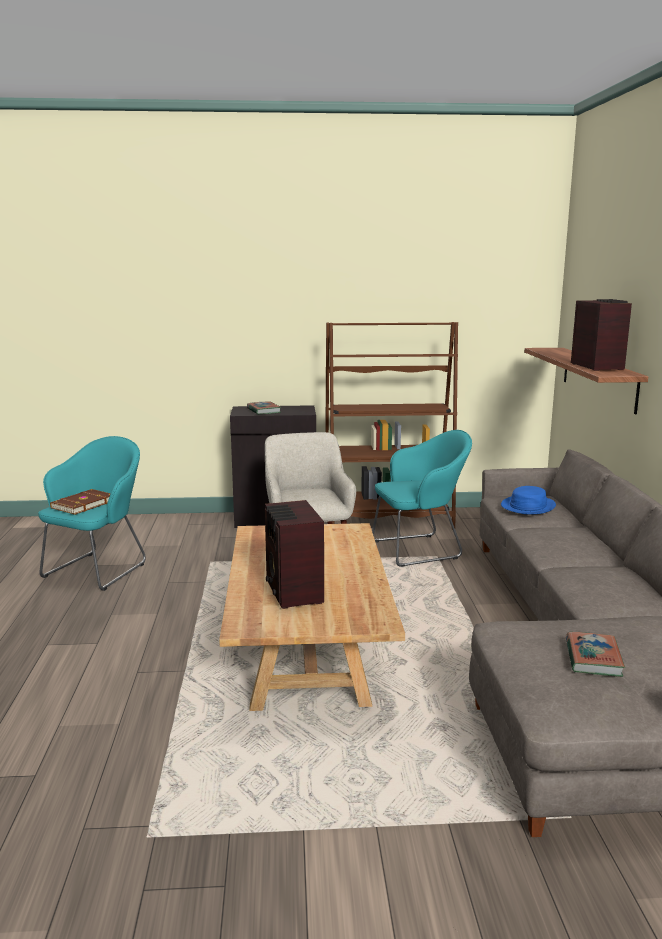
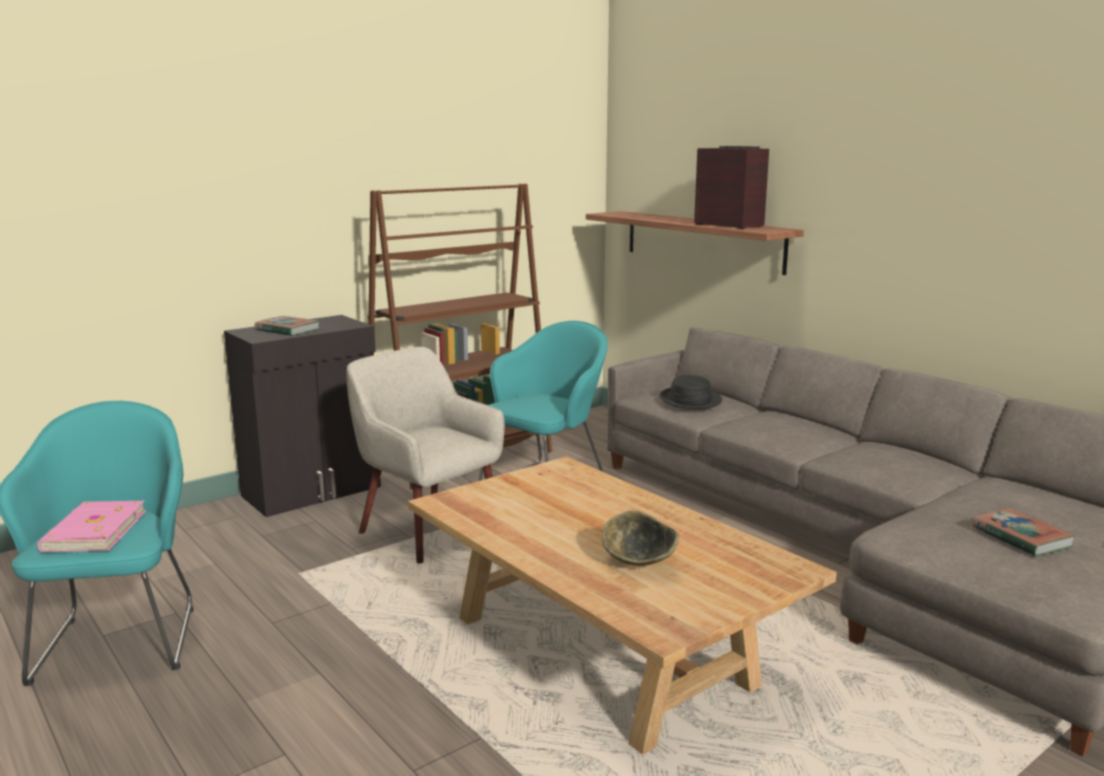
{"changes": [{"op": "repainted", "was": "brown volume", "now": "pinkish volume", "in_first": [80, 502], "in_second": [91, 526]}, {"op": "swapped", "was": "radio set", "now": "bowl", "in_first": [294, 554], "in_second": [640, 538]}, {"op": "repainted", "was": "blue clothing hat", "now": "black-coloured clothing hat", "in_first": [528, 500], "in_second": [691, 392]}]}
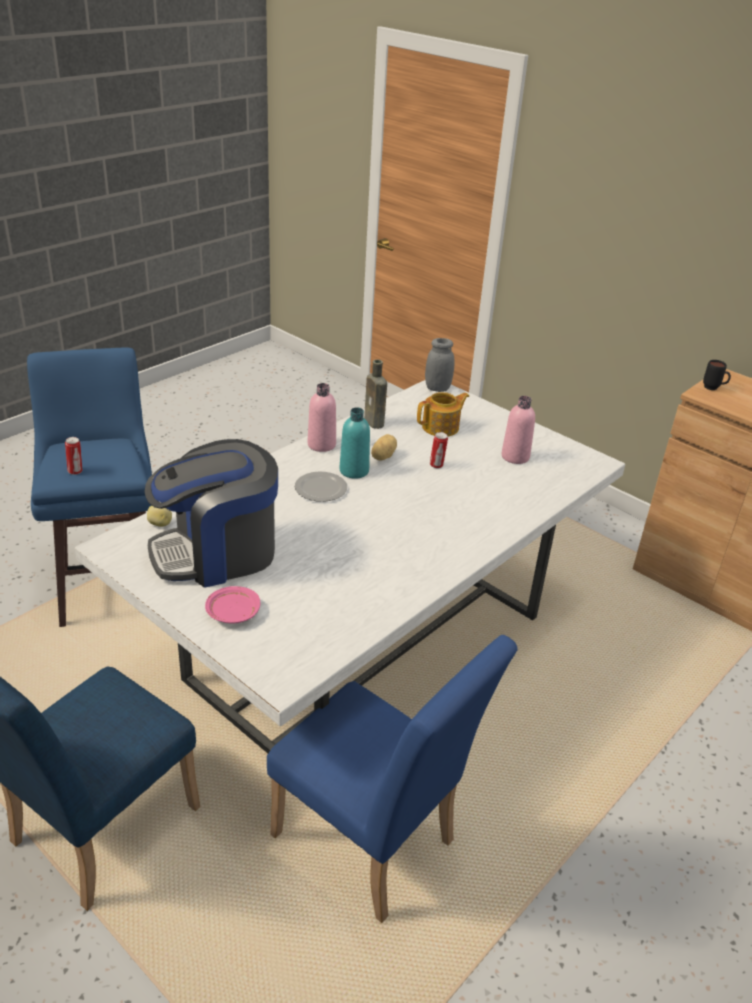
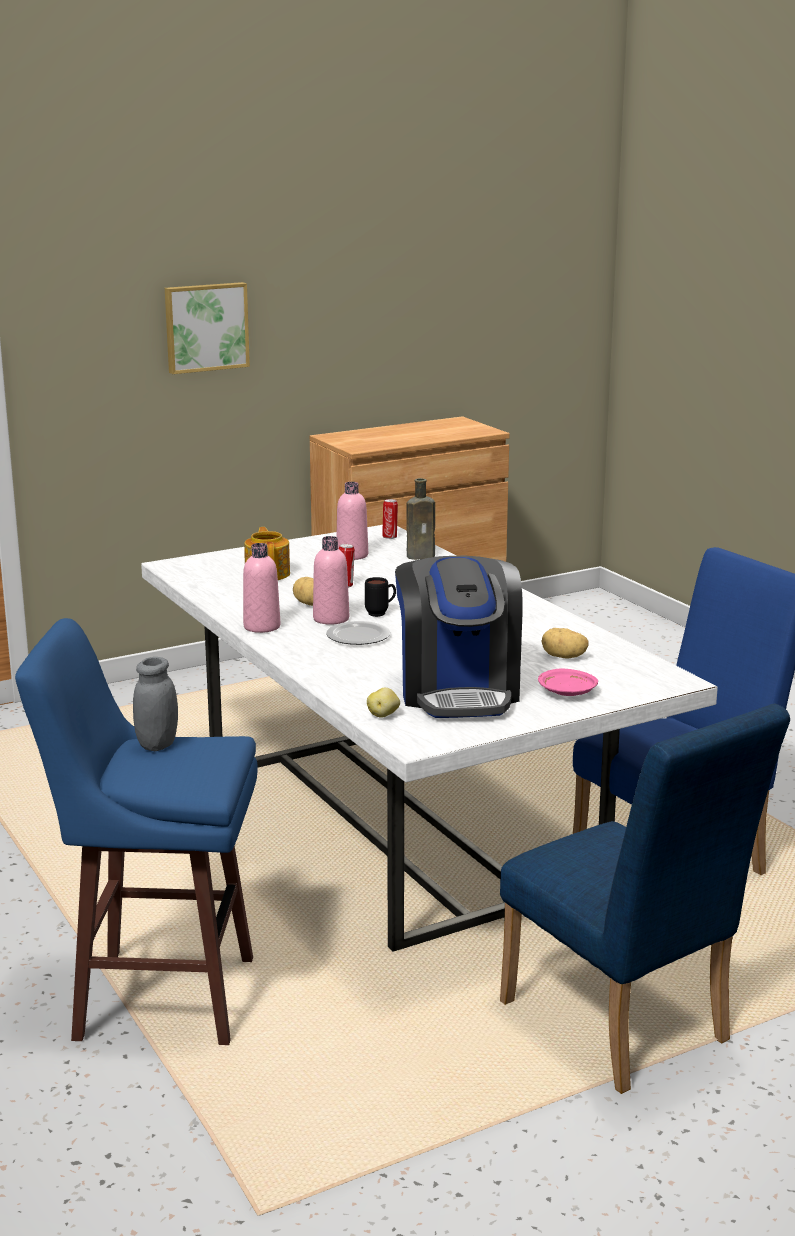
{"changes": [{"op": "shifted", "was": "greyish jar", "in_first": [440, 365], "in_second": [155, 704]}, {"op": "new", "now": "picture", "in_second": [207, 328]}, {"op": "repainted", "was": "turquoise-coloured drink bottle", "now": "pinkish drink bottle", "in_first": [354, 443], "in_second": [331, 580]}, {"op": "shifted", "was": "black-coloured coffee mug", "in_first": [717, 375], "in_second": [380, 597]}, {"op": "shifted", "was": "metal can", "in_first": [73, 456], "in_second": [390, 519]}, {"op": "shifted", "was": "brown drink bottle", "in_first": [375, 394], "in_second": [420, 519]}, {"op": "new", "now": "potato", "in_second": [564, 643]}]}
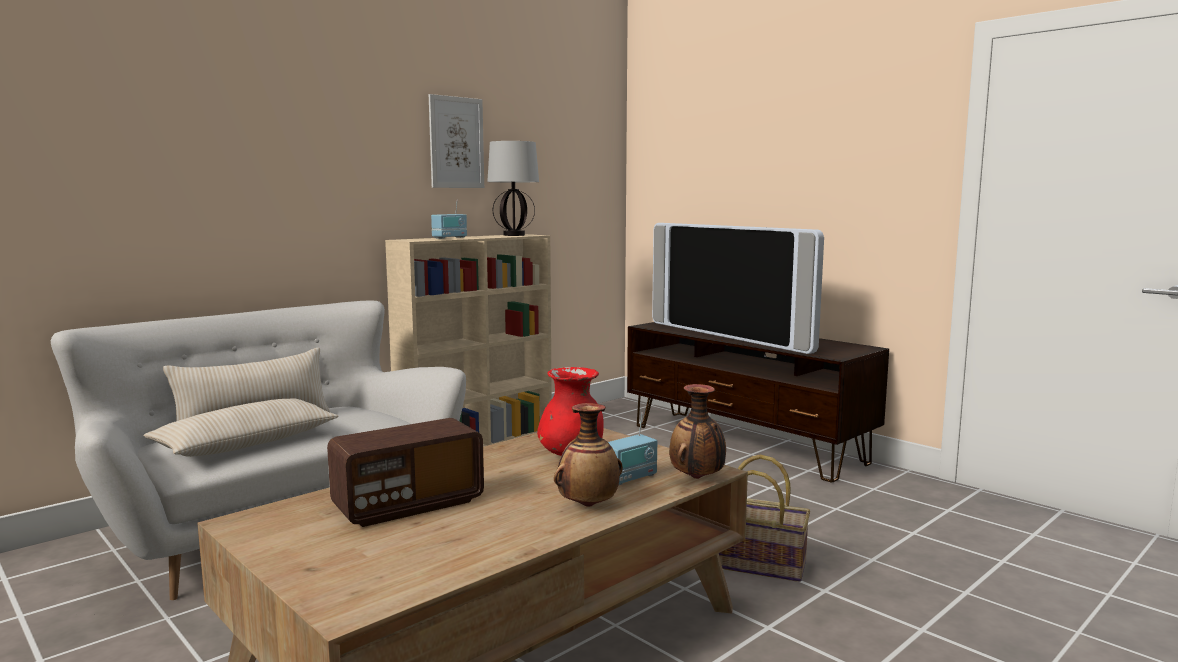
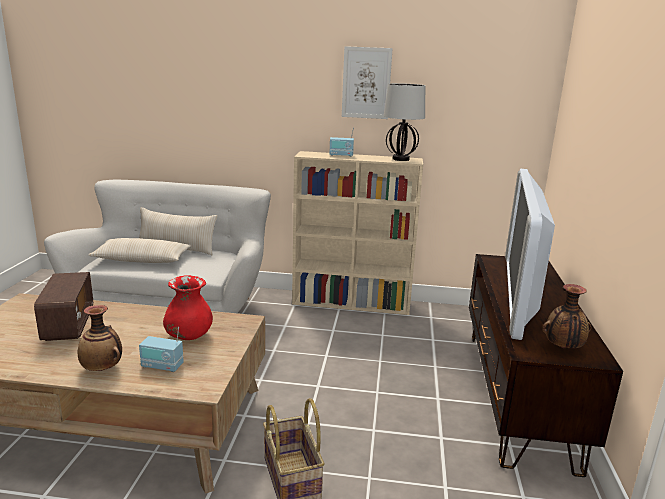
{"changes": [{"op": "rotated", "was": "radio set", "in_first": [405, 472], "in_second": [63, 306], "clockwise": -120}, {"op": "shifted", "was": "decorative vase", "in_first": [697, 431], "in_second": [566, 316]}]}
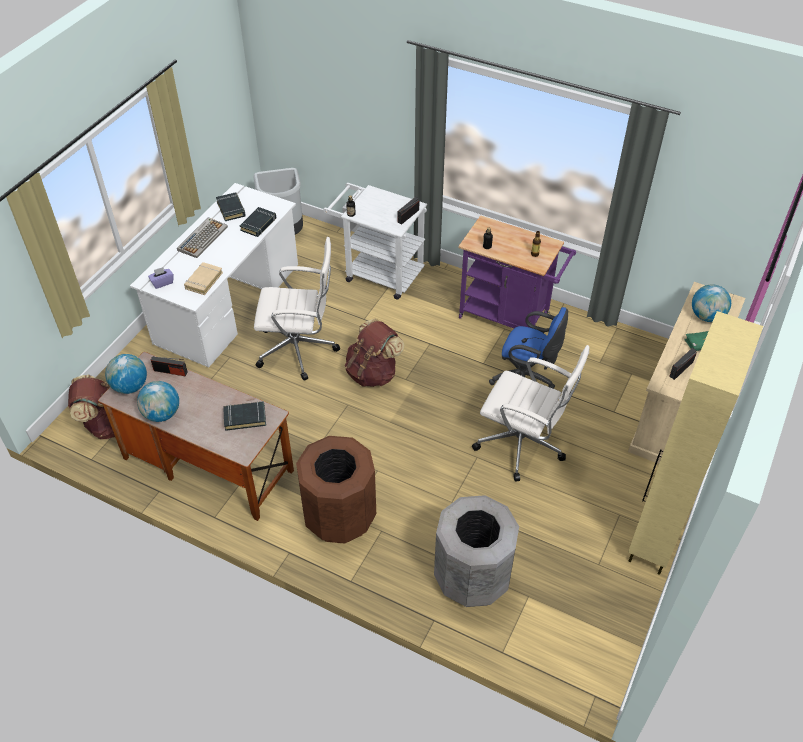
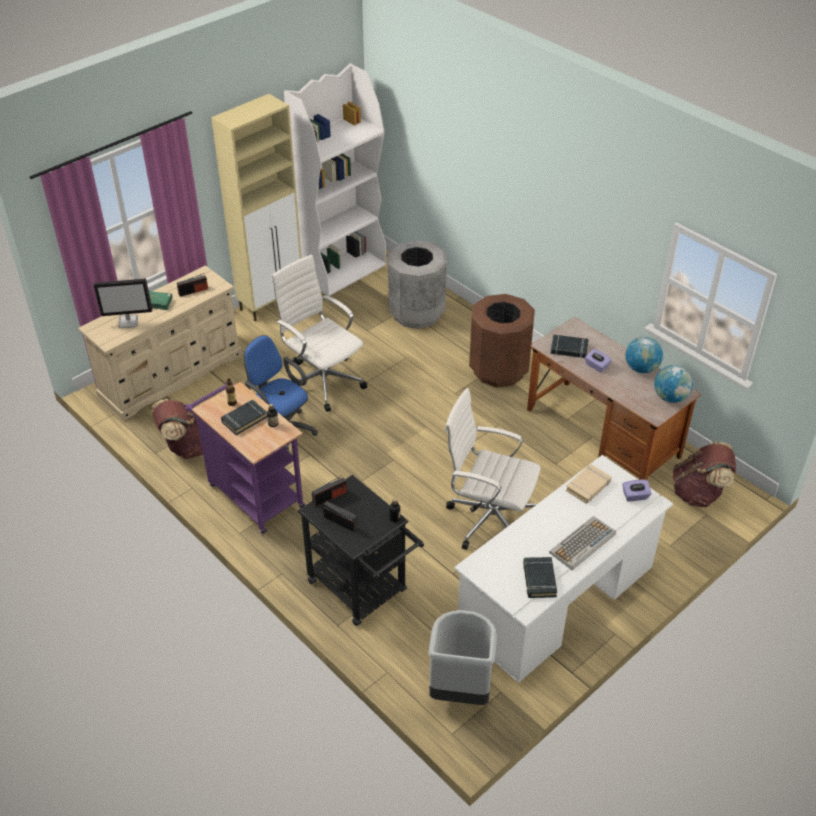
{"changes": [{"op": "swapped", "was": "globe", "now": "monitor", "in_first": [711, 303], "in_second": [123, 303]}, {"op": "shifted", "was": "brown backpack", "in_first": [374, 353], "in_second": [177, 429]}, {"op": "shifted", "was": "black-coloured volume", "in_first": [258, 222], "in_second": [244, 417]}, {"op": "new", "now": "whitish bookshelf", "in_second": [335, 179]}, {"op": "repainted", "was": "whitish cart", "now": "black-coloured cart", "in_first": [375, 241], "in_second": [361, 550]}, {"op": "shifted", "was": "radio set", "in_first": [169, 366], "in_second": [340, 516]}, {"op": "new", "now": "purple box of tissues", "in_second": [598, 360]}]}
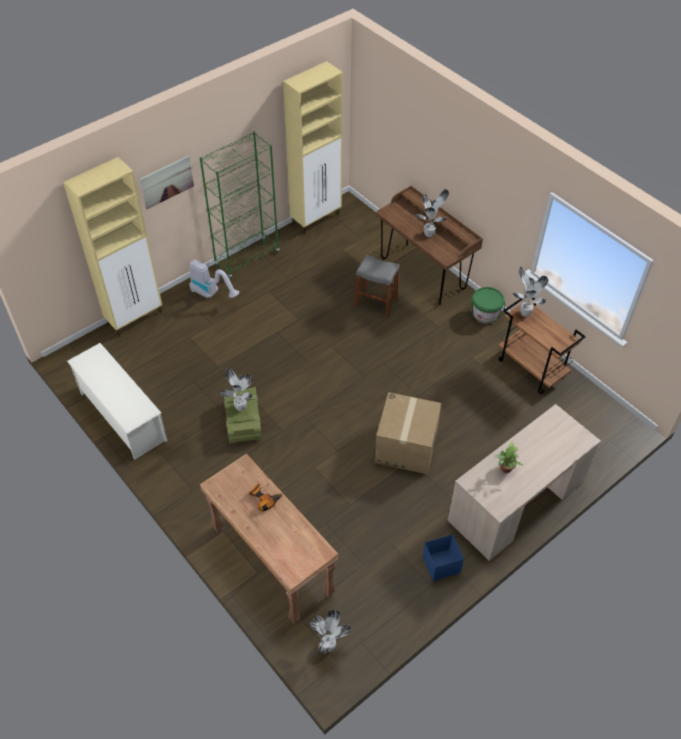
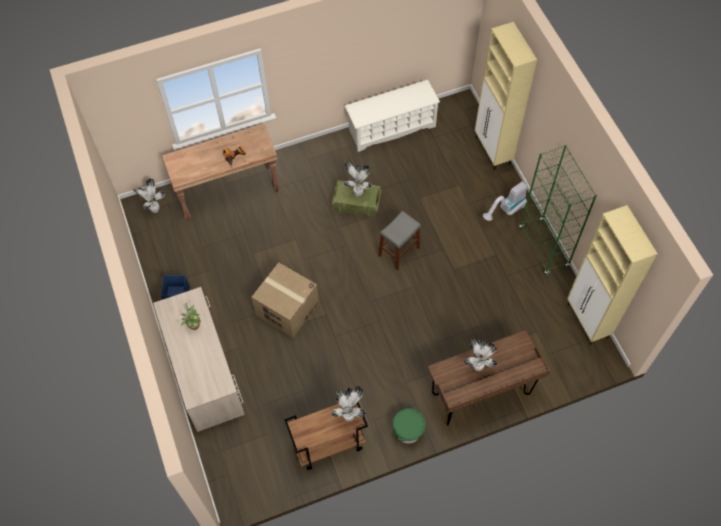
{"changes": [{"op": "shifted", "was": "greyish stool", "in_first": [376, 286], "in_second": [399, 240]}, {"op": "gone", "was": "picture", "in_first": [167, 182]}]}
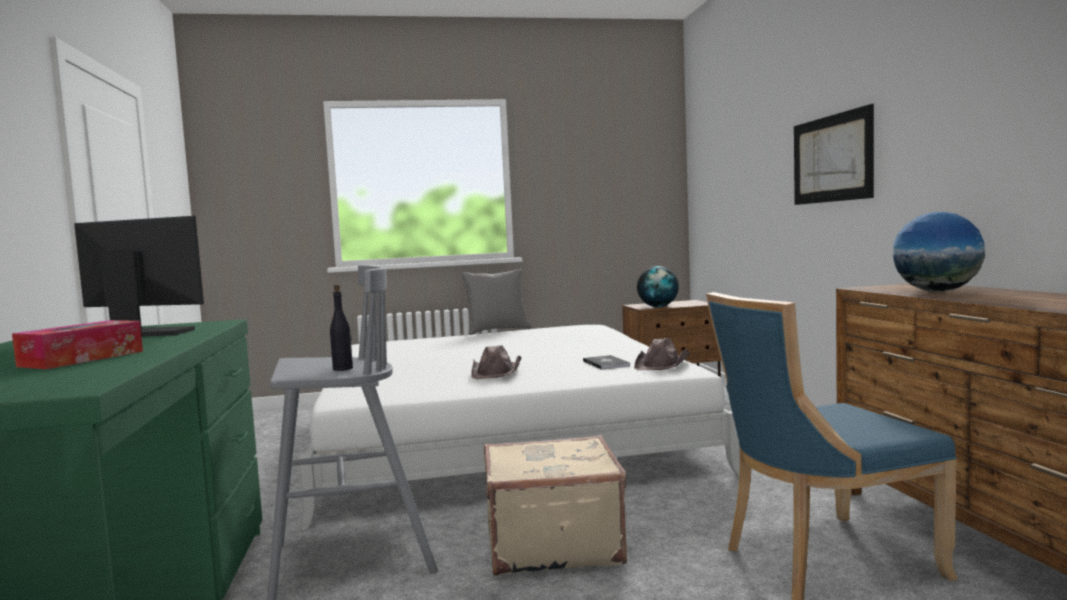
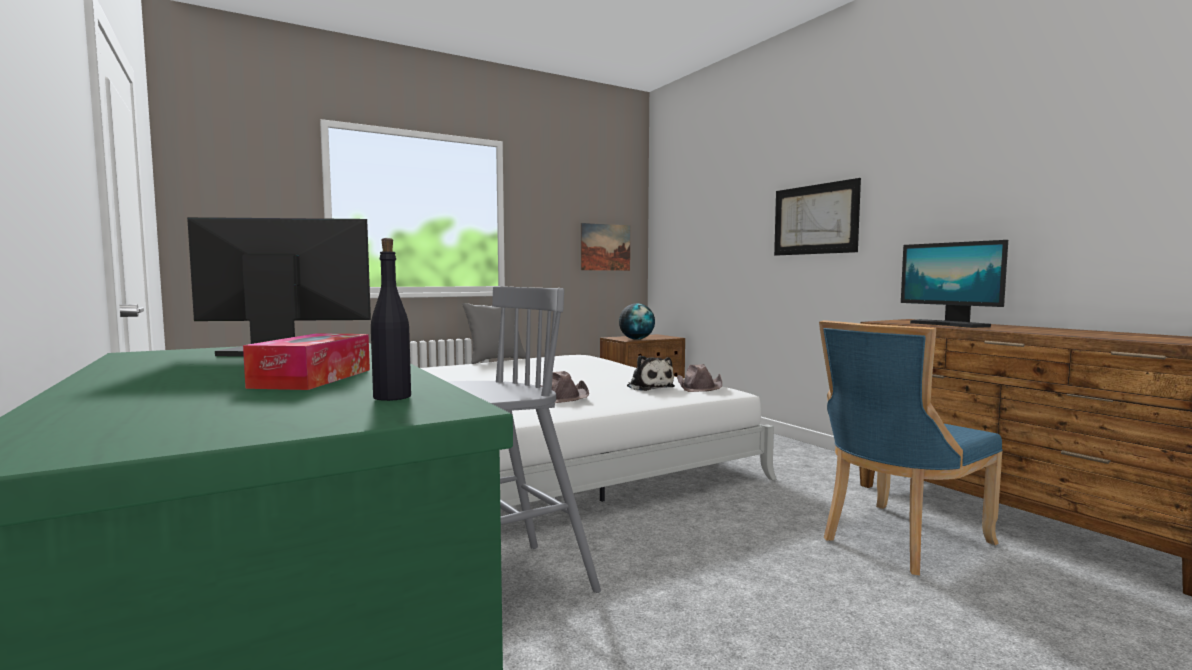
{"changes": [{"op": "shifted", "was": "black-coloured drink bottle", "in_first": [341, 327], "in_second": [391, 319]}, {"op": "new", "now": "picture", "in_second": [605, 247]}, {"op": "swapped", "was": "volume", "now": "soft toy", "in_first": [606, 362], "in_second": [651, 373]}, {"op": "swapped", "was": "globe", "now": "monitor", "in_first": [939, 252], "in_second": [954, 284]}, {"op": "gone", "was": "sand-coloured suitcase", "in_first": [555, 505]}]}
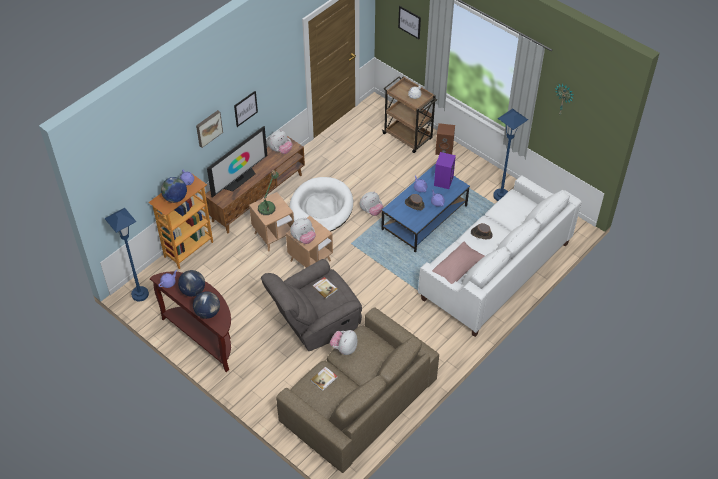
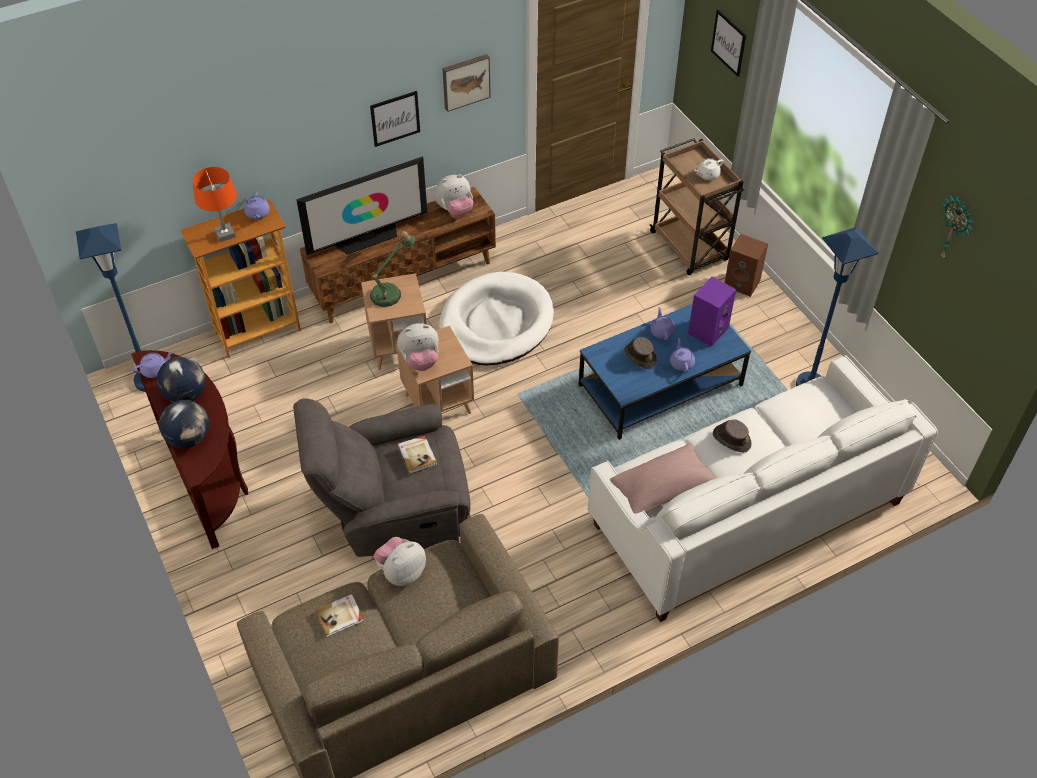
{"changes": [{"op": "swapped", "was": "globe", "now": "orangey tabletop lamp", "in_first": [174, 190], "in_second": [215, 204]}, {"op": "shifted", "was": "picture", "in_first": [209, 129], "in_second": [467, 83]}, {"op": "gone", "was": "soft toy", "in_first": [372, 204]}]}
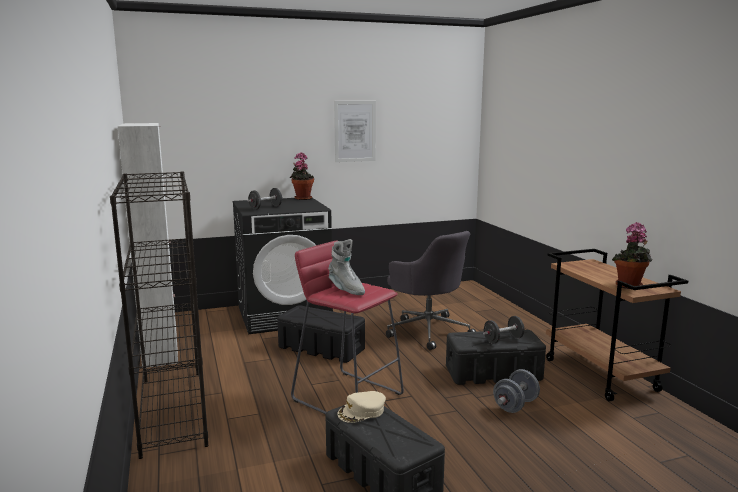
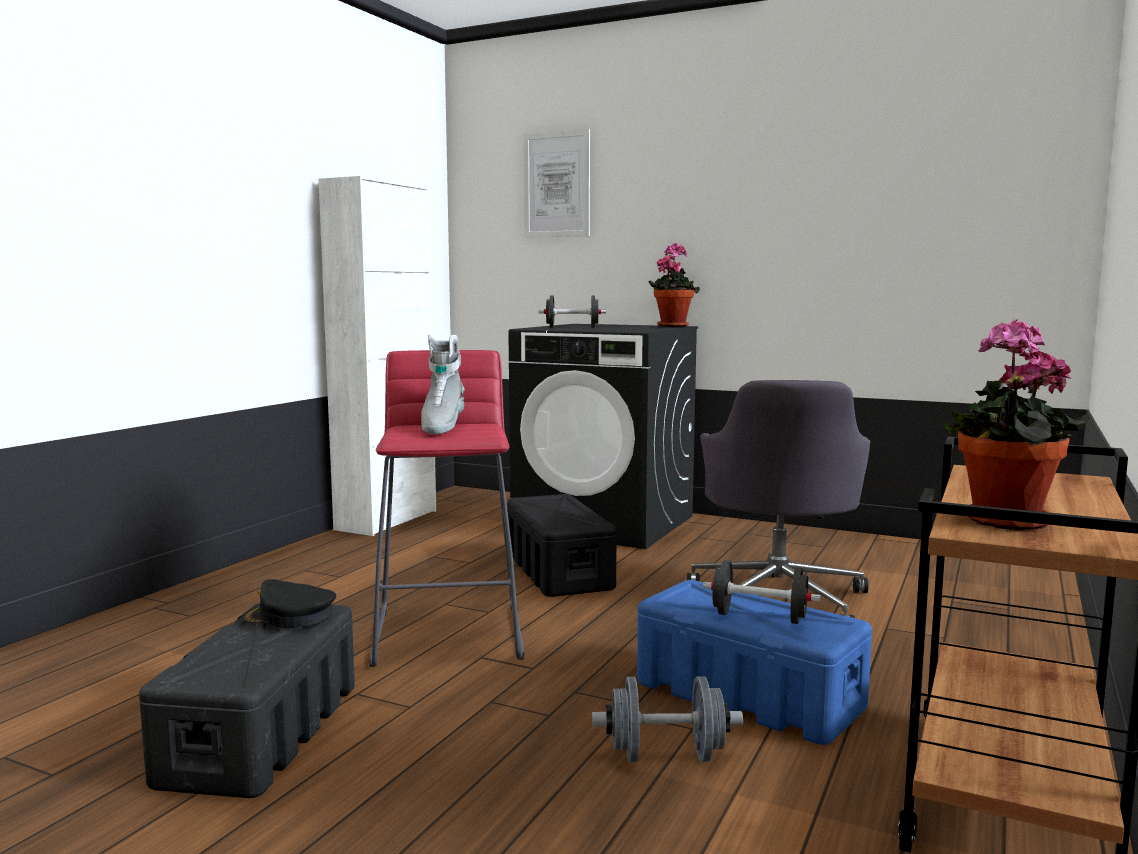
{"changes": [{"op": "repainted", "was": "sand-coloured baseball cap", "now": "black-coloured baseball cap", "in_first": [361, 407], "in_second": [289, 603]}, {"op": "shifted", "was": "picture", "in_first": [355, 131], "in_second": [556, 183]}, {"op": "repainted", "was": "black-coloured storage container", "now": "blue storage container", "in_first": [496, 357], "in_second": [754, 662]}, {"op": "gone", "was": "black-coloured bookshelf", "in_first": [159, 315]}]}
